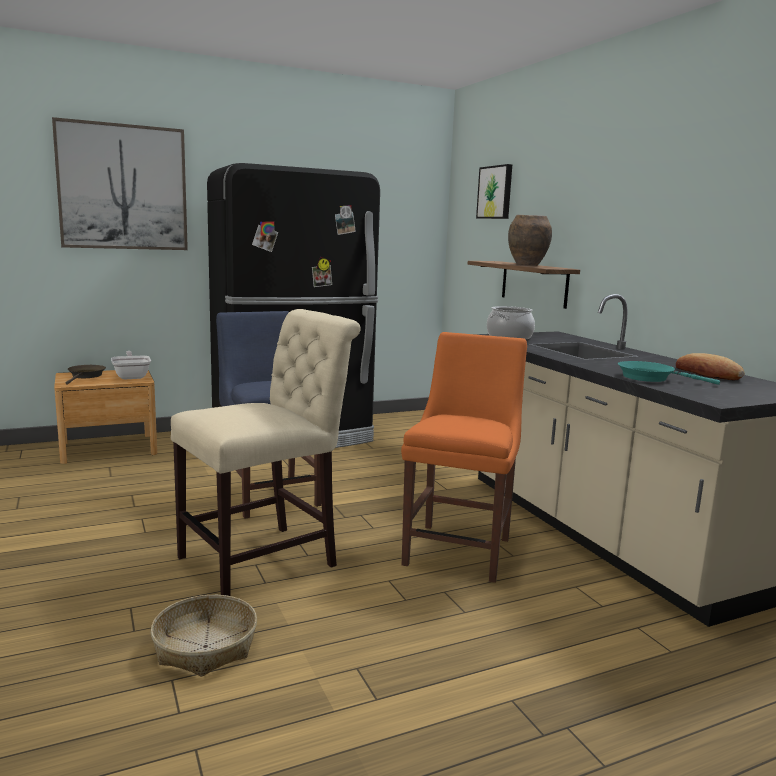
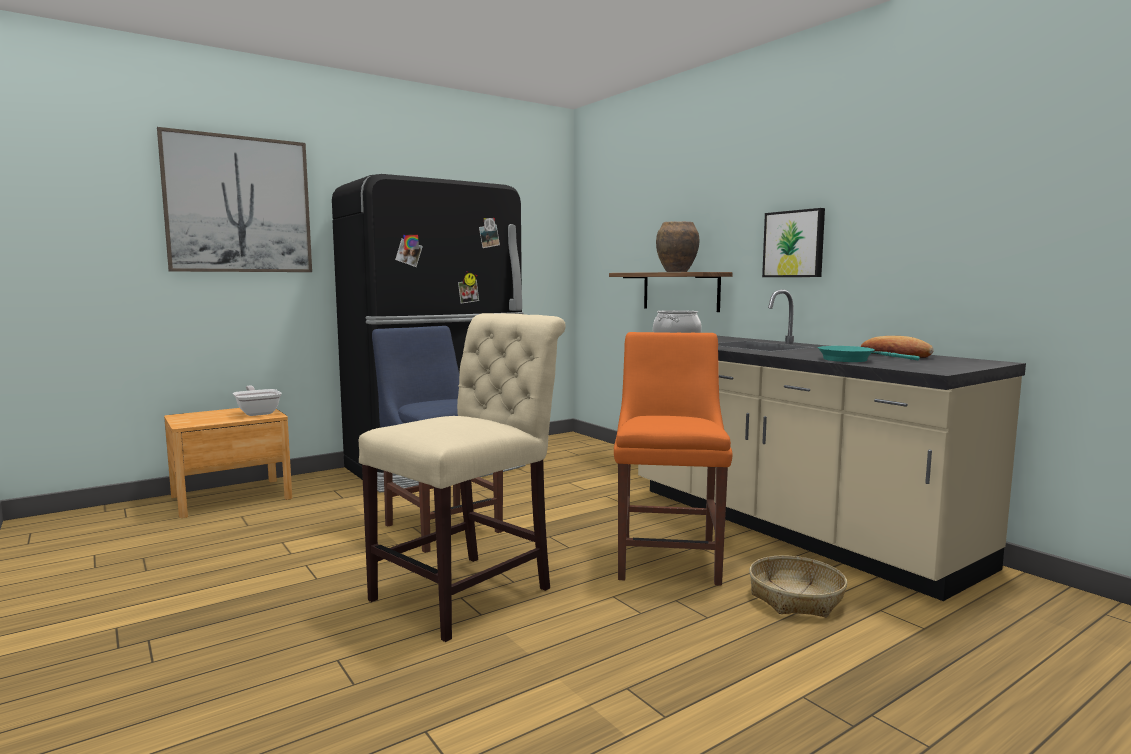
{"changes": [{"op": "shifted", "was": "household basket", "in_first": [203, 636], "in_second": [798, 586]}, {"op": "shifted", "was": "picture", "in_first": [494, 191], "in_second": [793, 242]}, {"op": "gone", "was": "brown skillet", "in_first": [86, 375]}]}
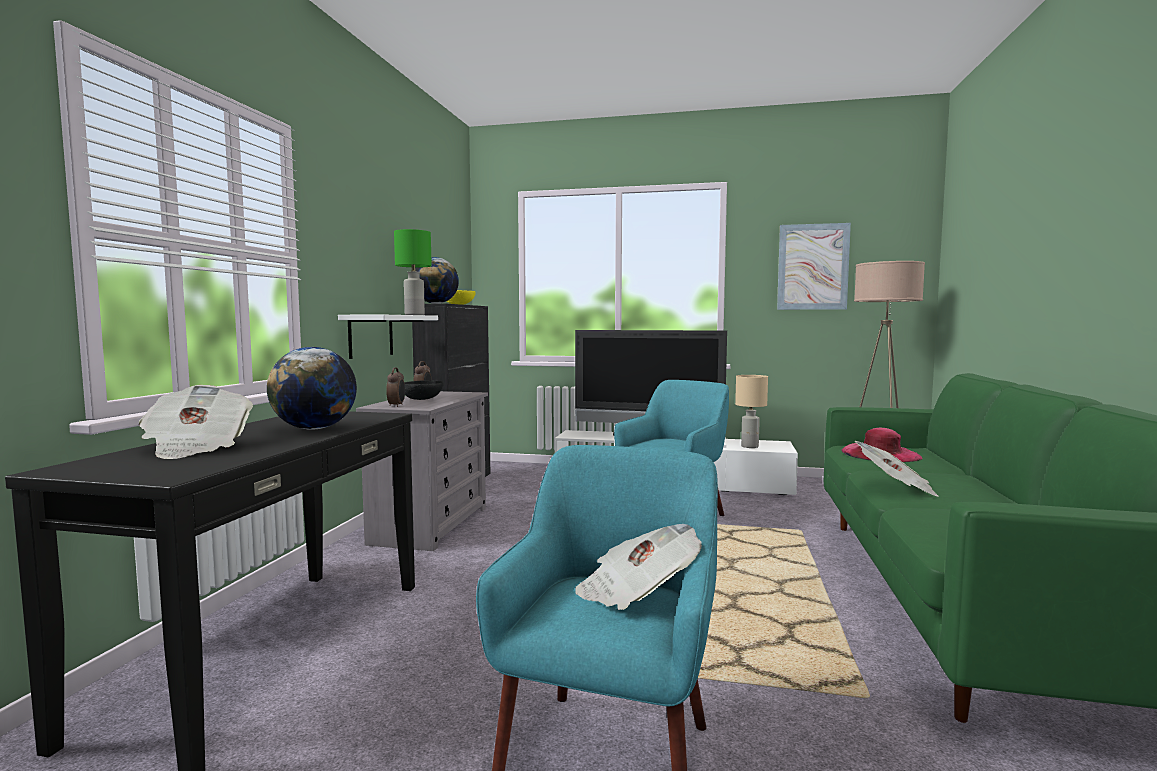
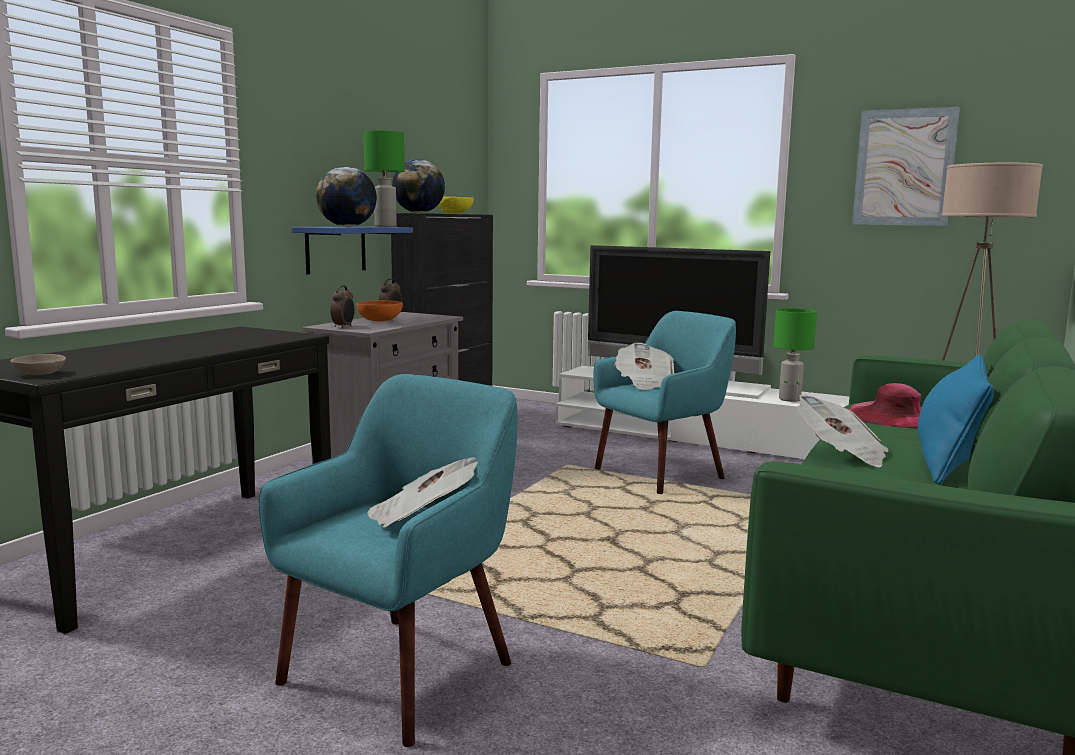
{"changes": [{"op": "new", "now": "sand-coloured bowl", "in_second": [38, 364]}, {"op": "repainted", "was": "whitish bracket shelf", "now": "blue bracket shelf", "in_first": [388, 337], "in_second": [352, 251]}, {"op": "shifted", "was": "globe", "in_first": [312, 388], "in_second": [346, 196]}, {"op": "repainted", "was": "black-coloured bowl", "now": "orangey bowl", "in_first": [423, 390], "in_second": [380, 311]}, {"op": "shifted", "was": "newspaper", "in_first": [195, 422], "in_second": [645, 366]}, {"op": "repainted", "was": "sand-coloured tabletop lamp", "now": "greenish tabletop lamp", "in_first": [751, 411], "in_second": [795, 355]}, {"op": "new", "now": "blue cushion", "in_second": [956, 420]}]}
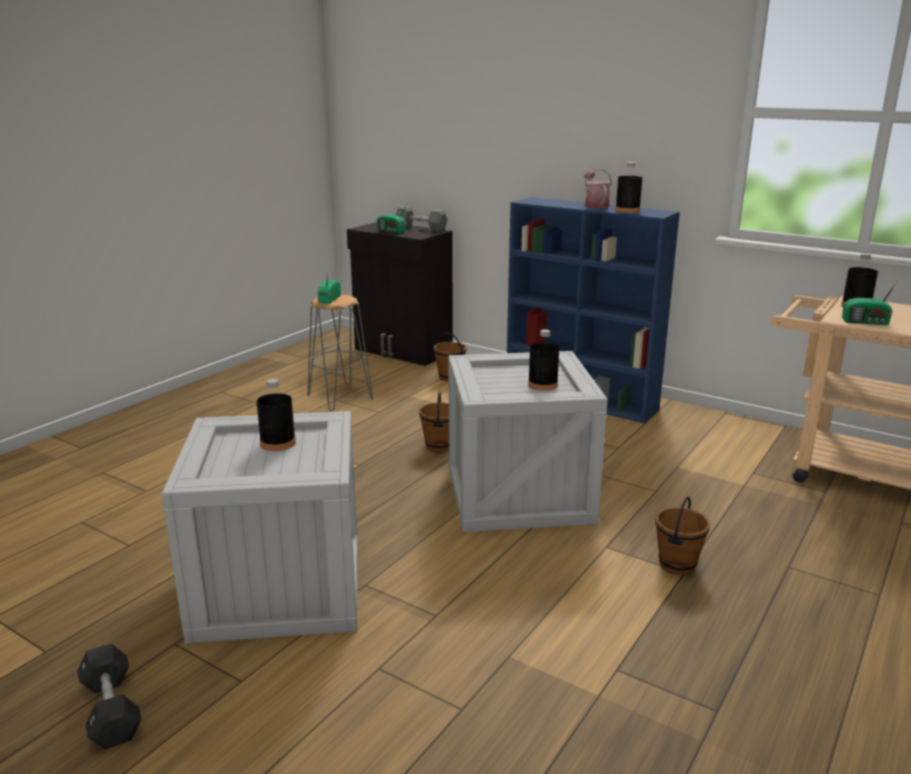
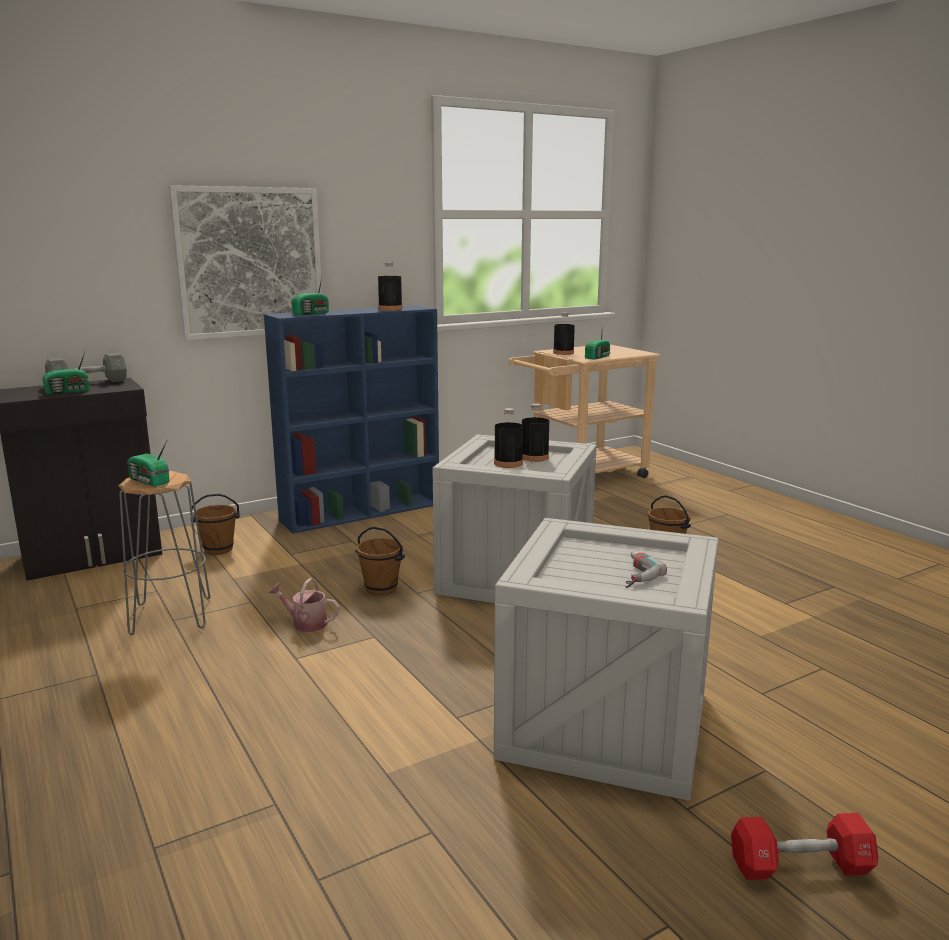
{"changes": [{"op": "new", "now": "picture", "in_second": [245, 262]}, {"op": "shifted", "was": "sprinkling can", "in_first": [598, 188], "in_second": [303, 605]}, {"op": "new", "now": "radio set", "in_second": [310, 296]}, {"op": "shifted", "was": "black-coloured drink bottle", "in_first": [276, 415], "in_second": [508, 438]}, {"op": "new", "now": "power drill", "in_second": [646, 569]}, {"op": "repainted", "was": "black-coloured free weight", "now": "reddish free weight", "in_first": [110, 696], "in_second": [804, 846]}]}
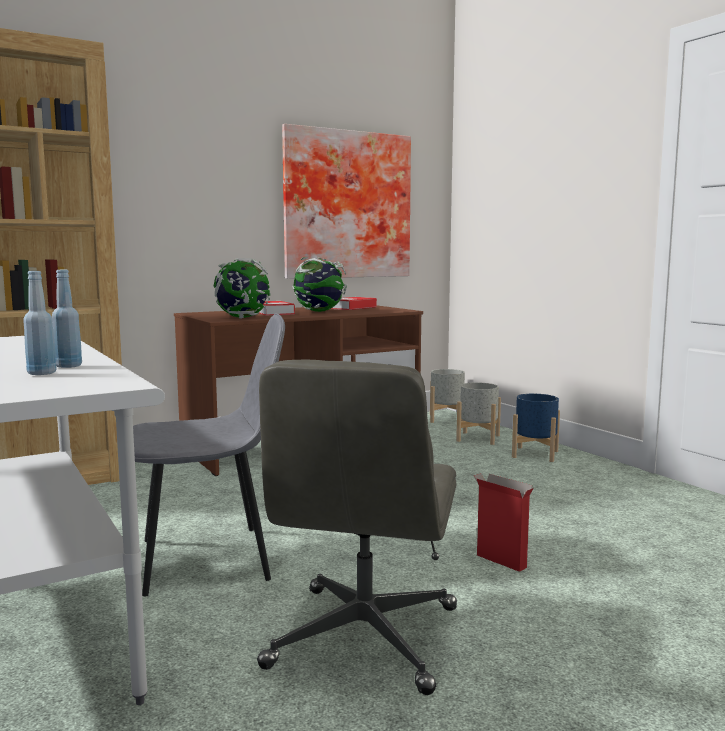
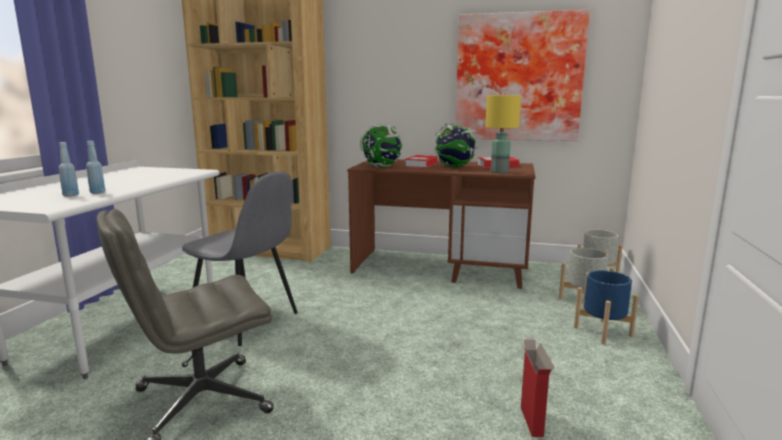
{"changes": [{"op": "new", "now": "yellow-coloured tabletop lamp", "in_second": [503, 134]}, {"op": "shifted", "was": "carton", "in_first": [504, 522], "in_second": [537, 388]}]}
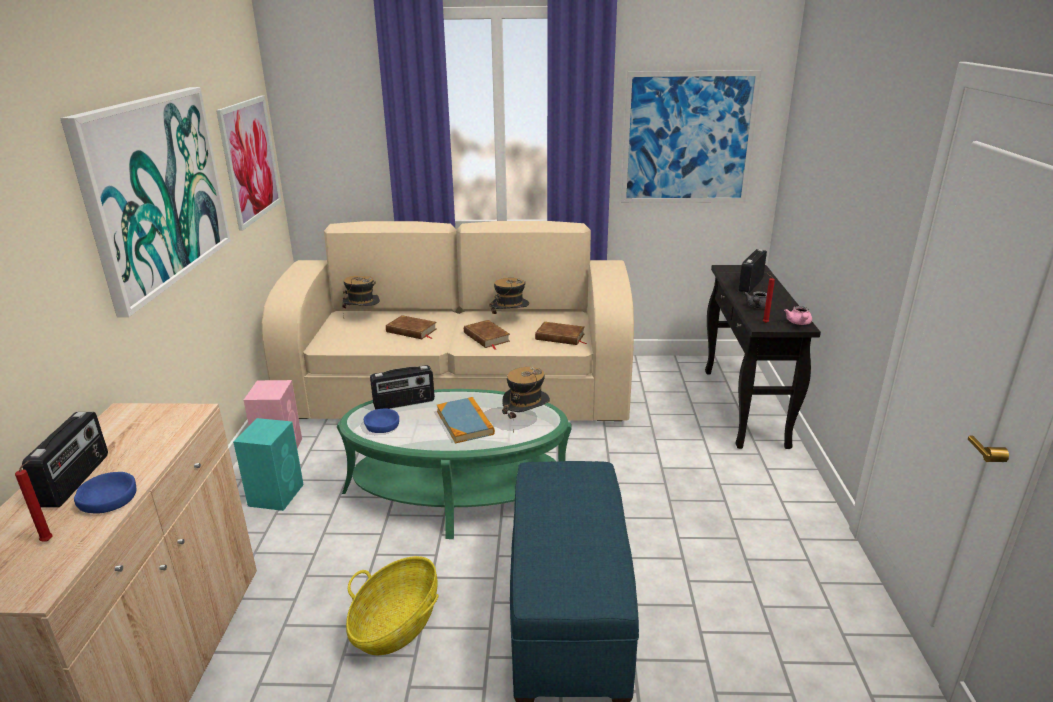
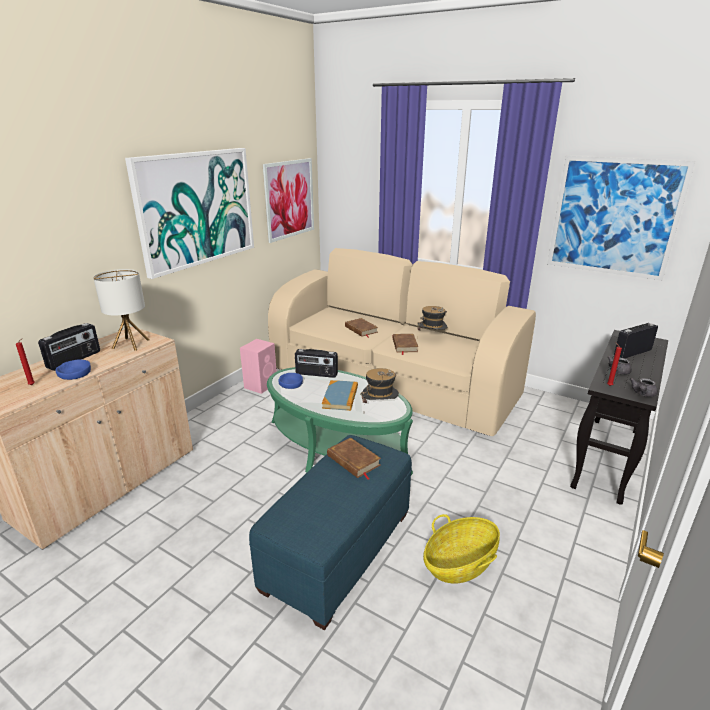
{"changes": [{"op": "new", "now": "tabletop lamp", "in_second": [121, 310]}, {"op": "shifted", "was": "brown volume", "in_first": [560, 333], "in_second": [354, 458]}, {"op": "shifted", "was": "household basket", "in_first": [392, 605], "in_second": [461, 549]}, {"op": "repainted", "was": "pinkish teapot", "now": "greyish teapot", "in_first": [798, 315], "in_second": [644, 387]}, {"op": "gone", "was": "turquoise-coloured loudspeaker", "in_first": [268, 464]}, {"op": "gone", "was": "clothing hat", "in_first": [361, 296]}]}
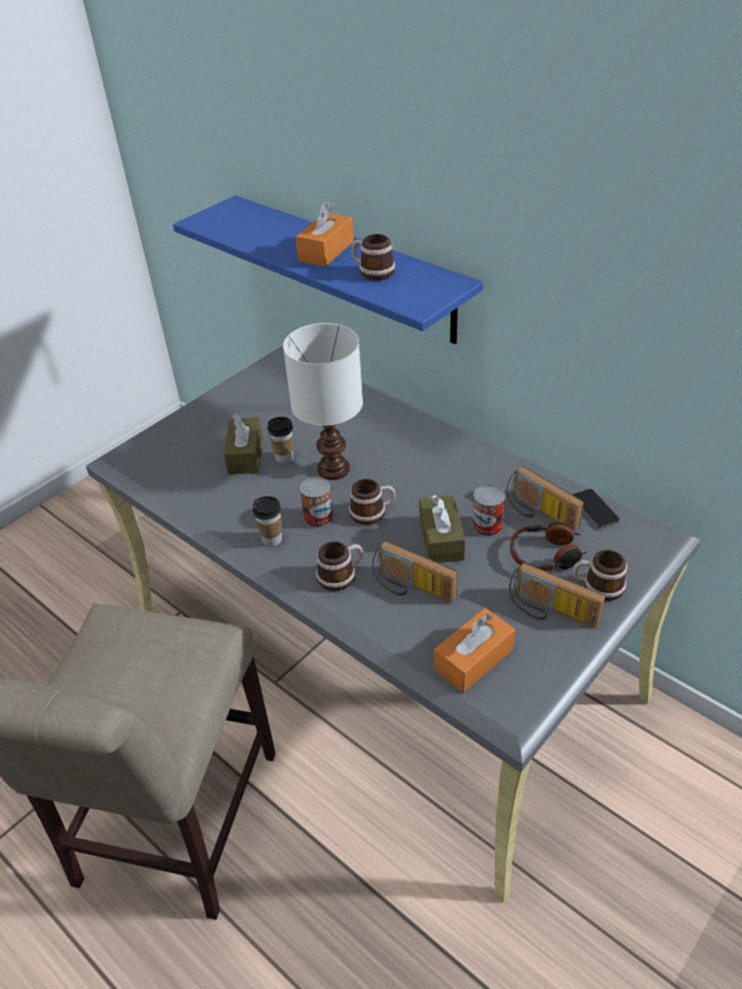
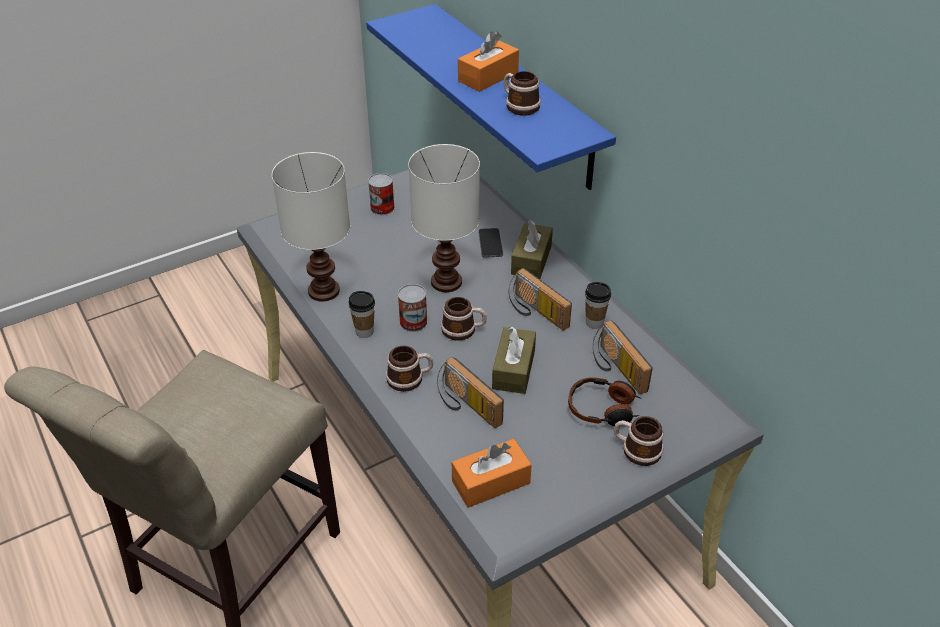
{"changes": [{"op": "new", "now": "whitish tabletop lamp", "in_second": [311, 227]}, {"op": "shifted", "was": "metal can", "in_first": [488, 511], "in_second": [381, 194]}, {"op": "shifted", "was": "telephone", "in_first": [596, 508], "in_second": [490, 243]}, {"op": "shifted", "was": "radio set", "in_first": [557, 595], "in_second": [540, 299]}, {"op": "shifted", "was": "brown box of tissues", "in_first": [243, 444], "in_second": [532, 249]}, {"op": "shifted", "was": "drinking cup", "in_first": [280, 440], "in_second": [598, 305]}]}
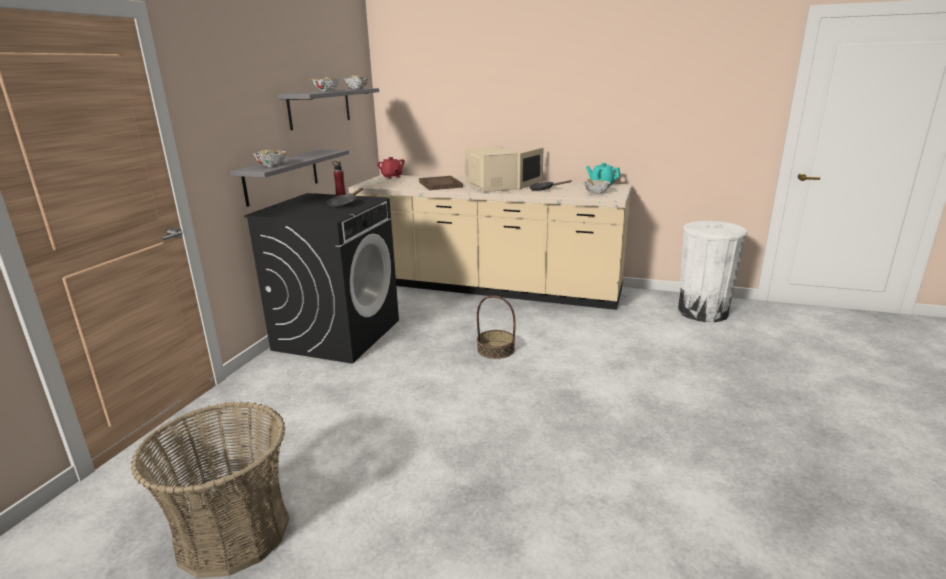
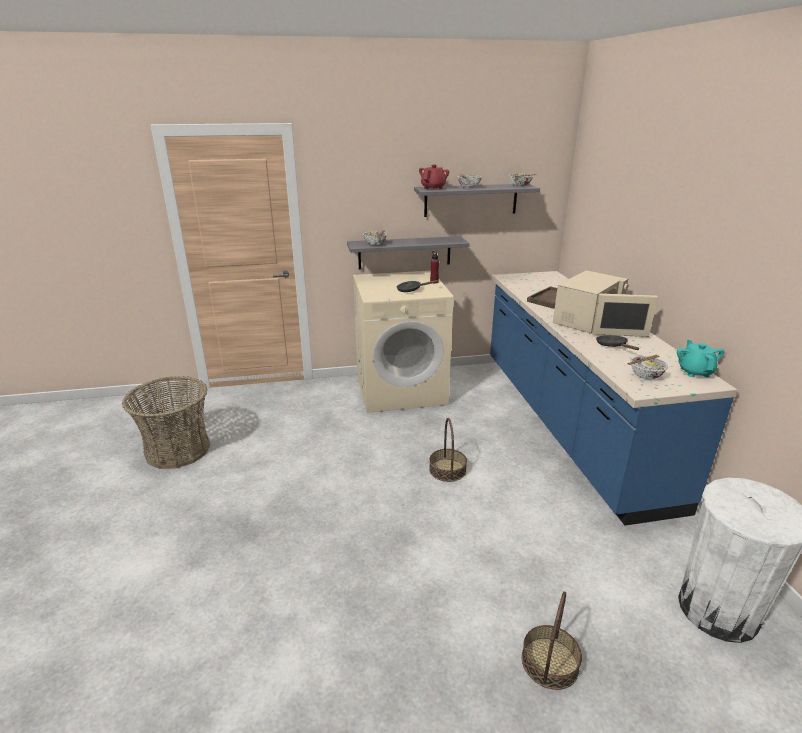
{"changes": [{"op": "repainted", "was": "black-coloured laundry appliance", "now": "sand-coloured laundry appliance", "in_first": [321, 278], "in_second": [403, 342]}, {"op": "shifted", "was": "reddish teapot", "in_first": [391, 168], "in_second": [434, 177]}, {"op": "repainted", "was": "sand-coloured kitchen counter", "now": "blue kitchen counter", "in_first": [490, 242], "in_second": [613, 398]}, {"op": "new", "now": "household basket", "in_second": [552, 640]}]}
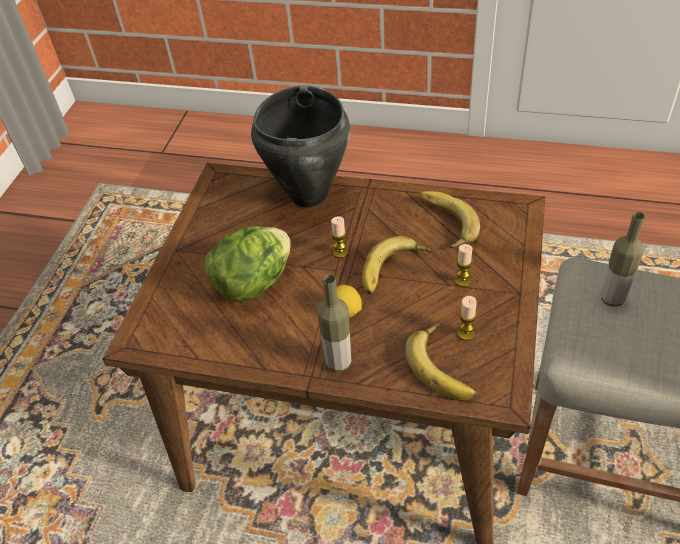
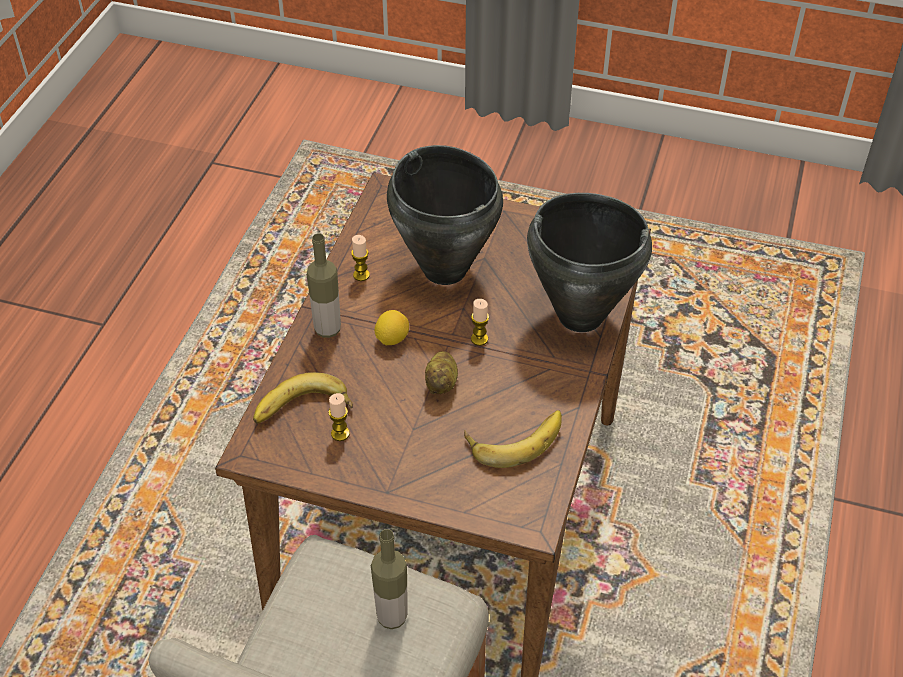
{"changes": [{"op": "shifted", "was": "wax light", "in_first": [464, 265], "in_second": [360, 258]}, {"op": "swapped", "was": "lettuce", "now": "black-coloured cooking pot", "in_first": [247, 264], "in_second": [445, 215]}, {"op": "swapped", "was": "banana", "now": "potato", "in_first": [397, 265], "in_second": [441, 372]}]}
